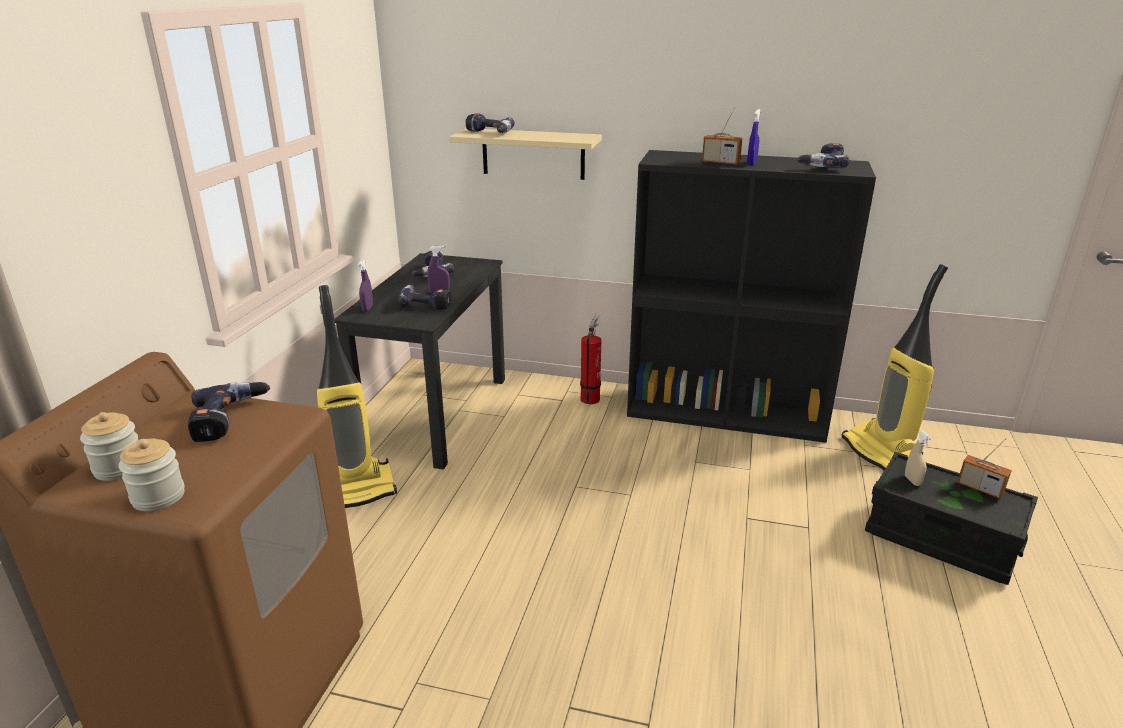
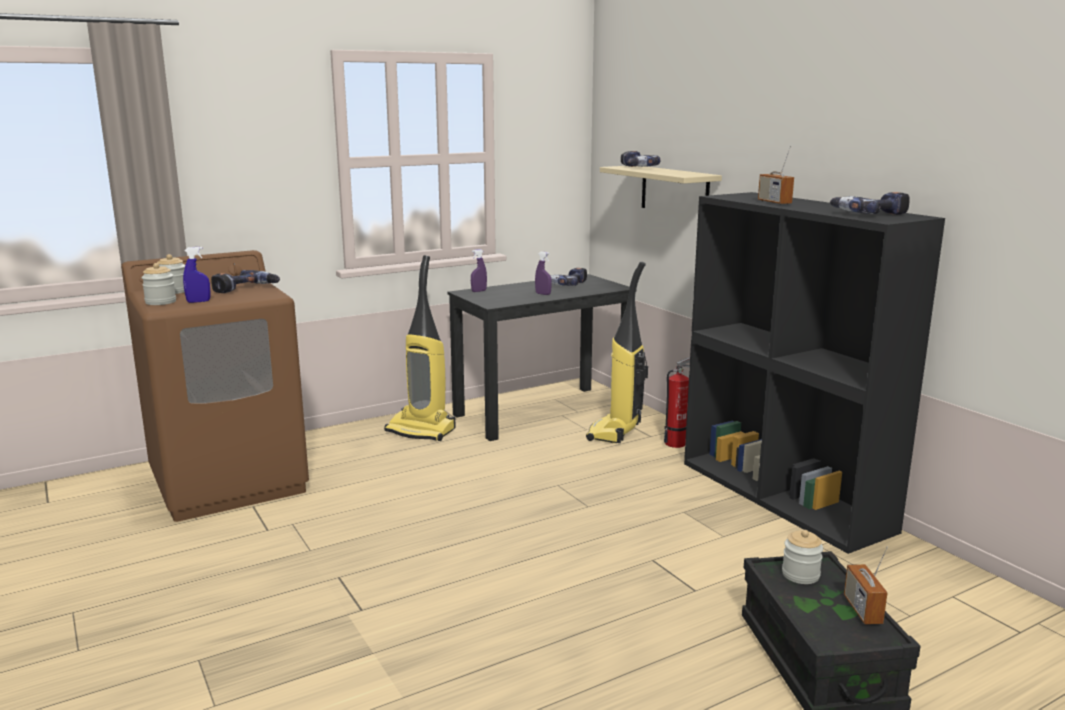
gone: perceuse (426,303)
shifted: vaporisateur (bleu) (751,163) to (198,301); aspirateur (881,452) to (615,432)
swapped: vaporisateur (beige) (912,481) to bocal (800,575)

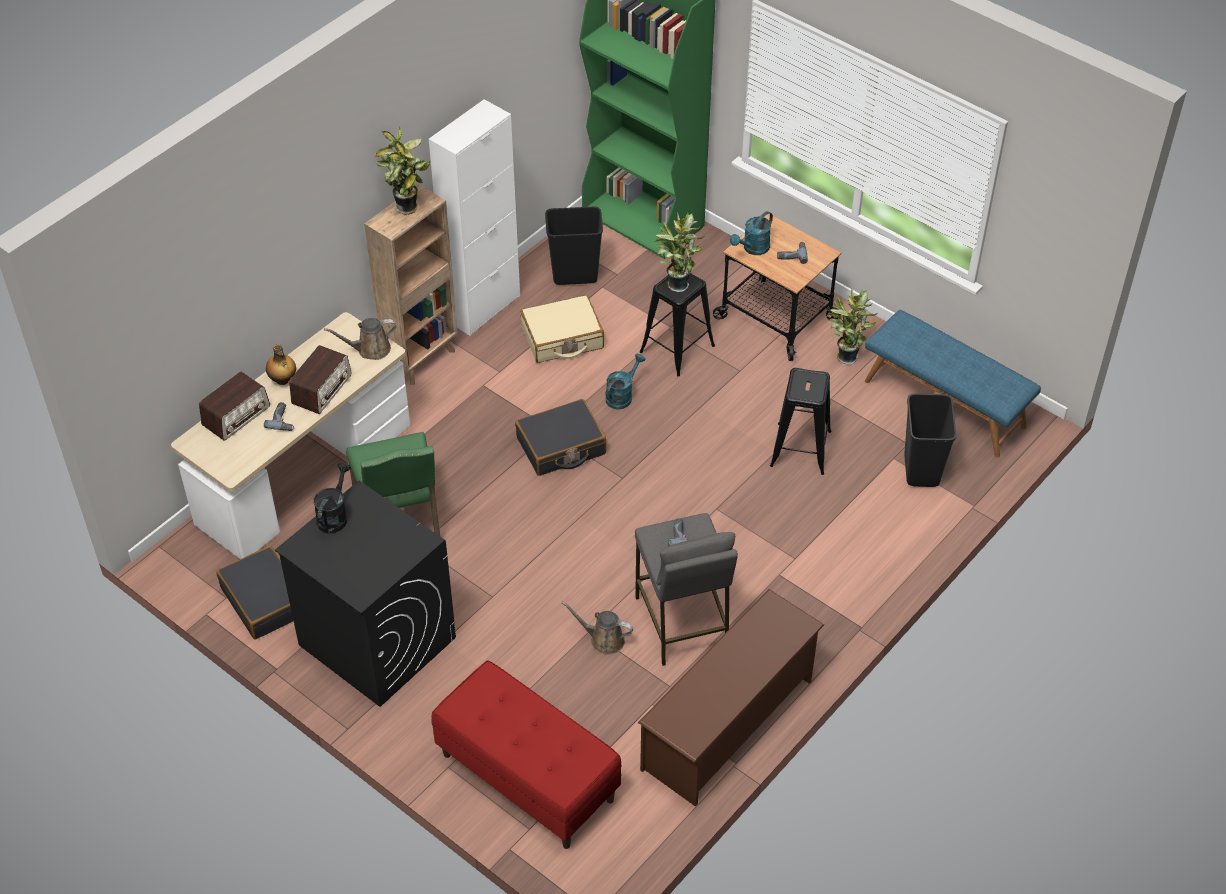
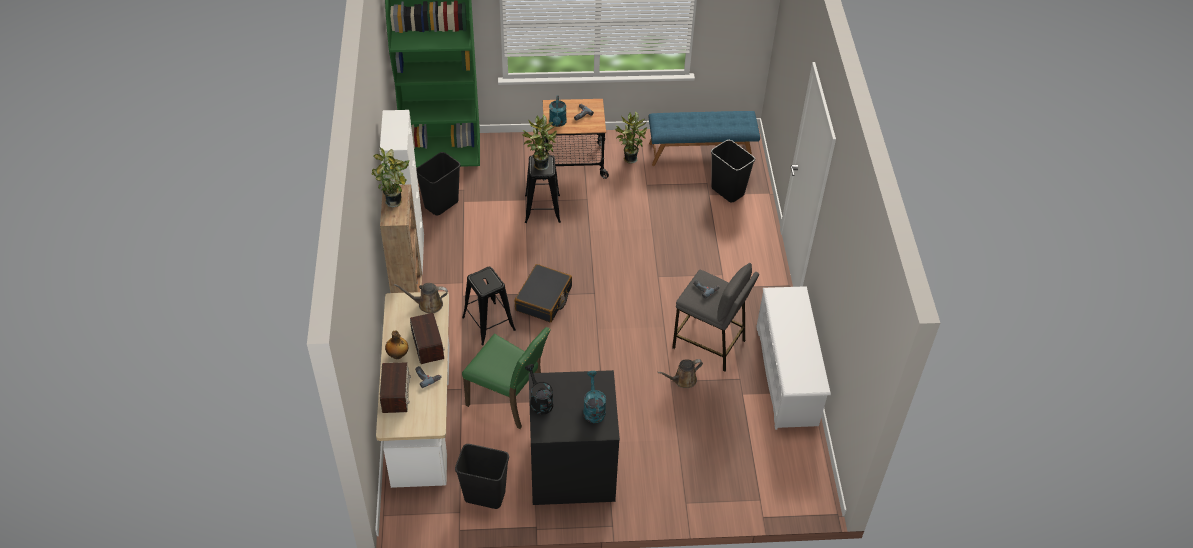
gone: banc (rouge) (527,777); valise (beige) (562,338)
shifted: arrosoir (turquoise) (622,395) to (593,409); tabouret (noir) (800,449) to (489,324)
swapped: valise (noir) (265,600) to poubelle (noir) (484,496)
repainted: étagère à chaussures (marron) (728,724) to étagère à chaussures (blanc) (787,376)
rotated: arrosoir (marron) (370,349) = (427,304) 60 degrees clockwise

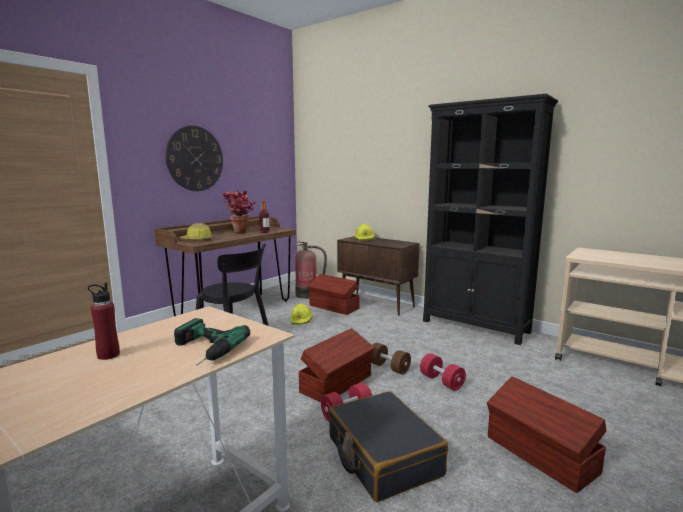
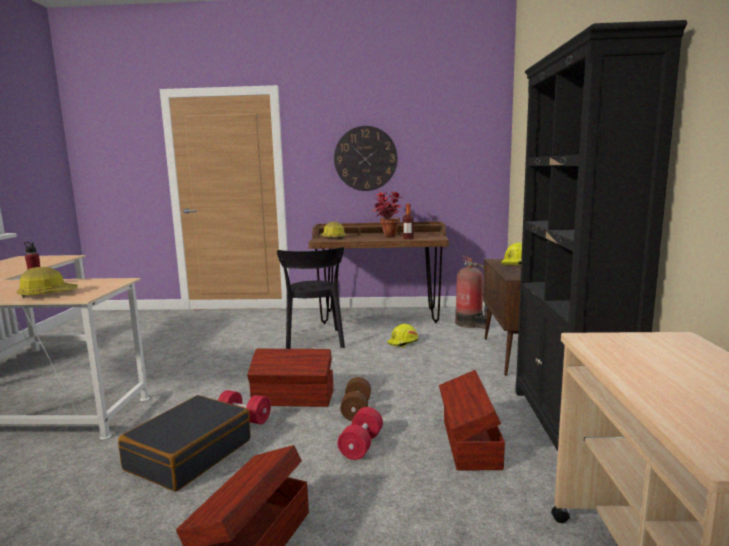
shifted: boîte de rangement (marron) (334,307) to (469,443)
swapped: perceuse (201,350) to casque de chantier (48,294)

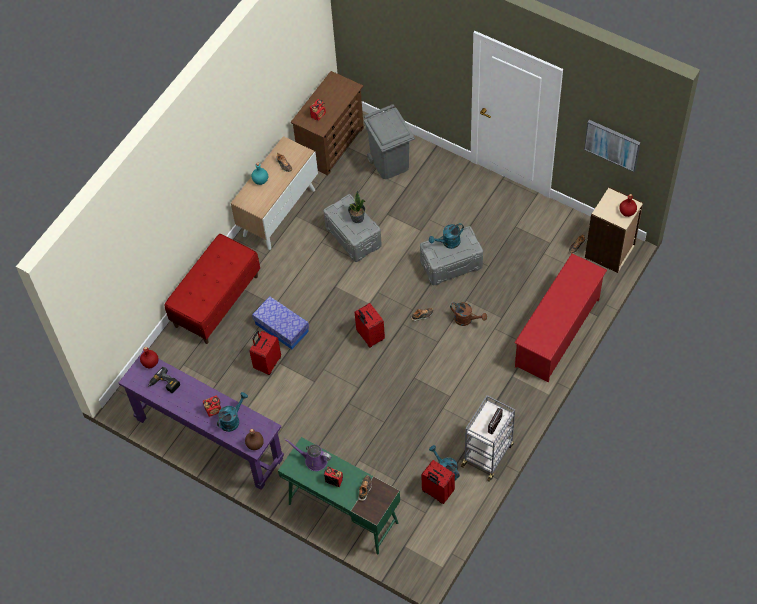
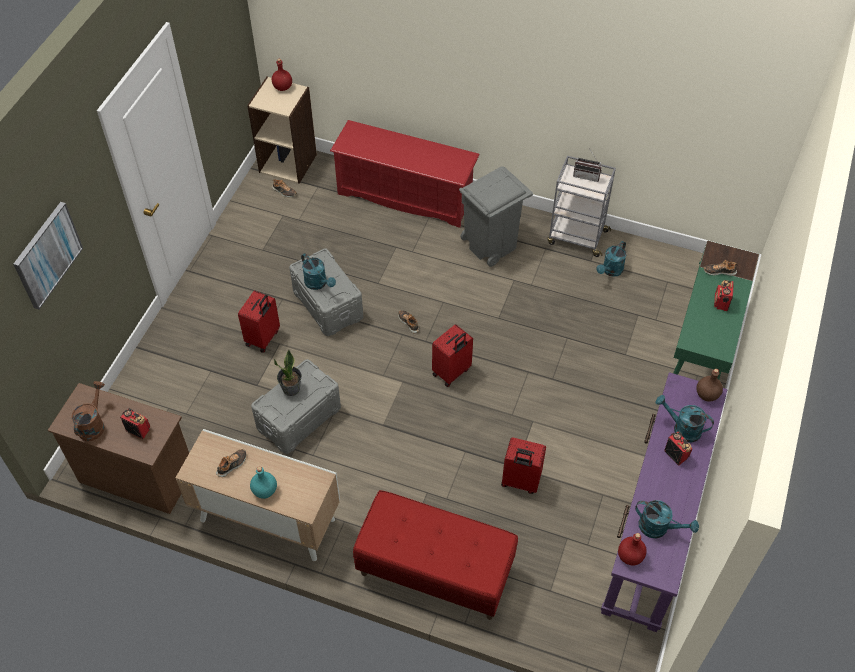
gone: boîte de rangement (281,328); arrosoir (violet) (313,460)
shifted: poubelle (gris) (390,163) to (491,244); valise (rouge) (437,492) to (263,338); arrosoir (marron) (466,319) to (93,424); tableau (612,144) to (47,255)
swapped: perceuse (164,384) to arrosoir (turquoise) (659,528)

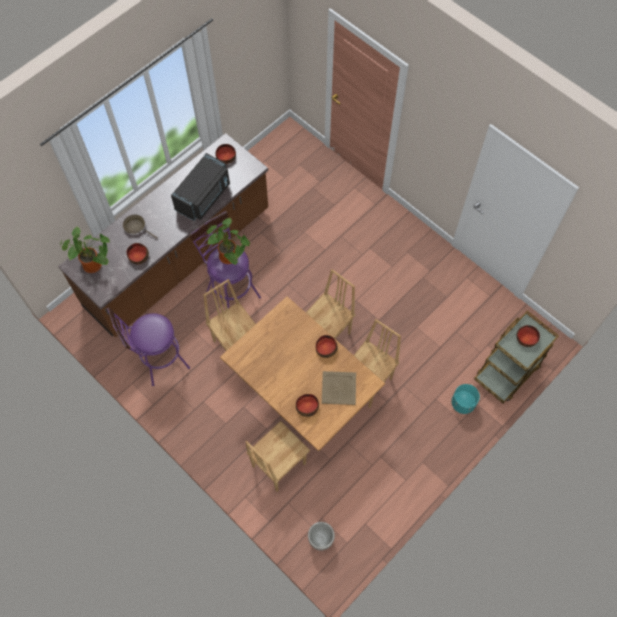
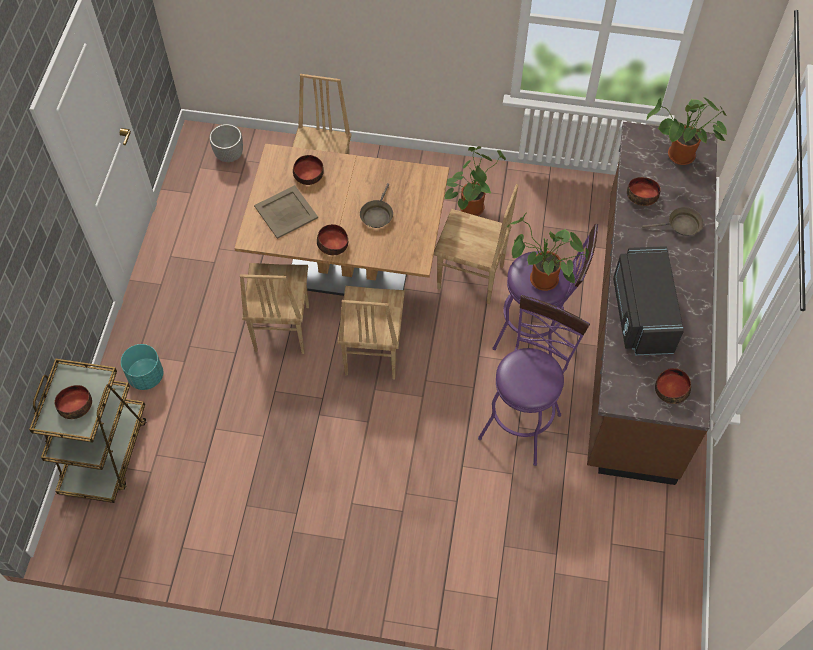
new: poêle (marron) (377,215); plante en pot (471,205)
shifted: tabouret (violet) (158,362) to (522,420)

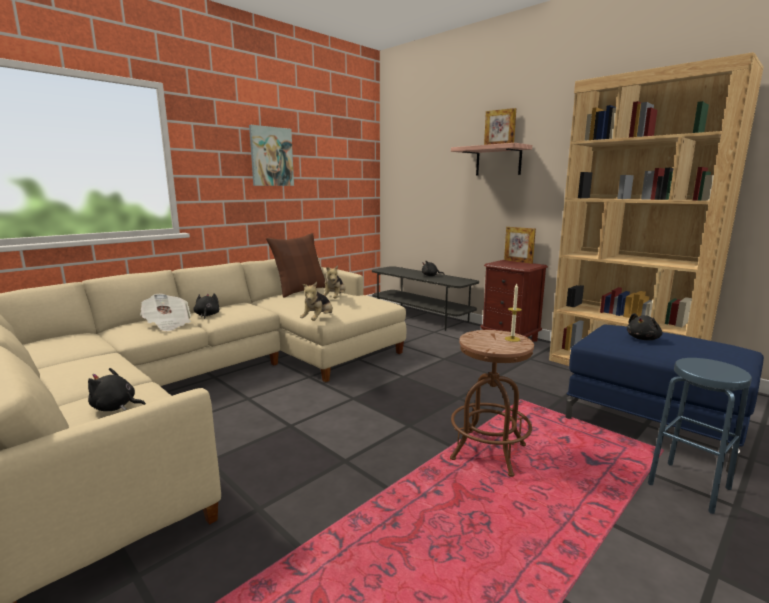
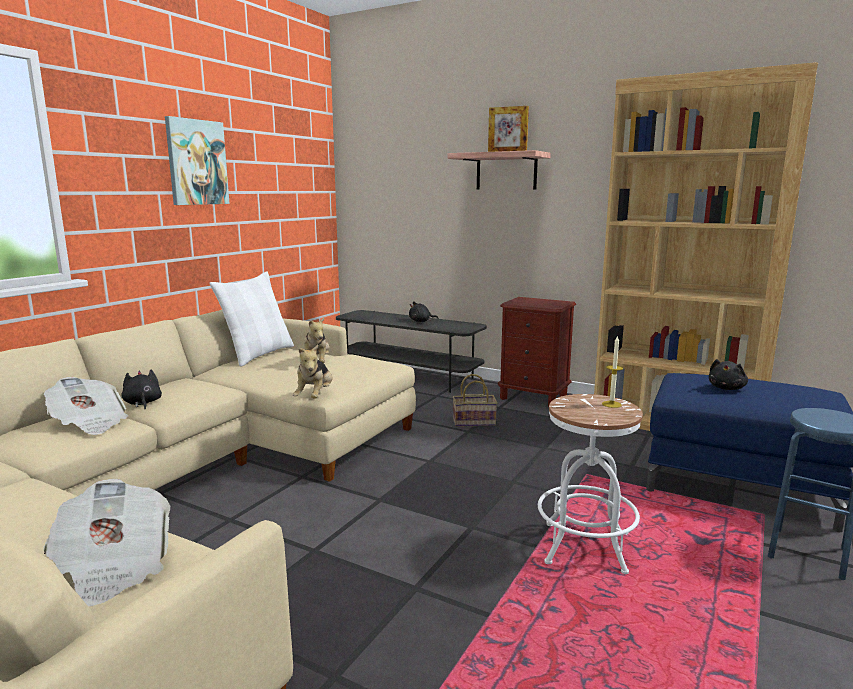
gone: cadre photo (518,261)
new: panier (475,421)
swapped: peluche (noir) (116,407) to journal (113,567)
repainted: coussin (marron) (300,291) to coussin (blanc) (258,354); tabouret (marron) (488,452) to tabouret (blanc) (584,547)

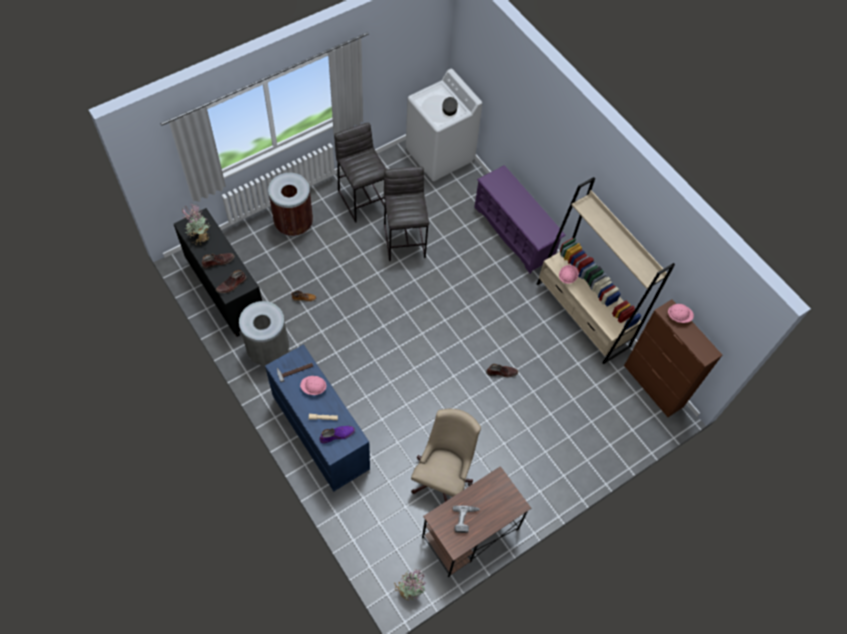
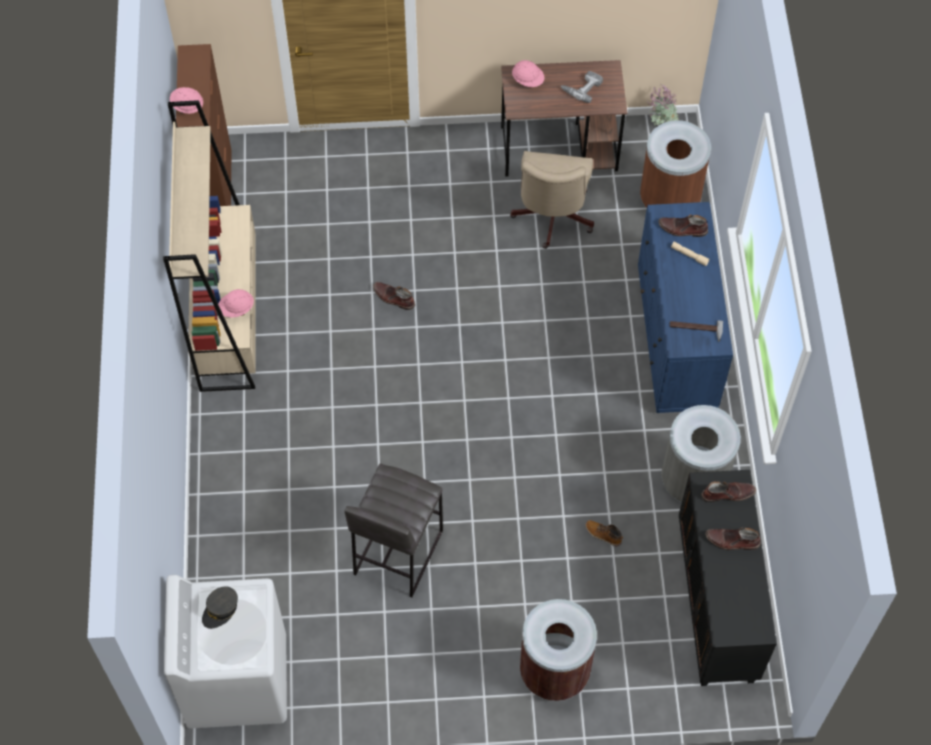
gone: plante en pot (200,237); tabouret (gris) (363,199); étagère à chaussures (violet) (514,233)
new: poubelle (marron) (669,200)
shifted: casque de chantier (rose) (313,388) to (528,80)
repainted: botte (violet) (337,434) to botte (marron) (682,229)
rotated: chaise de bureau (beige) (443,476) = (551,219) 45 degrees counterclockwise

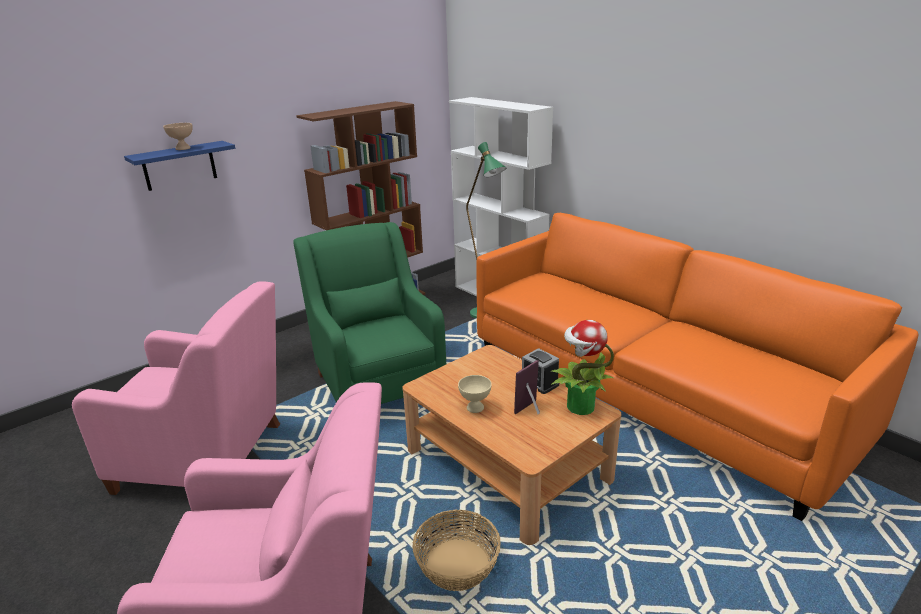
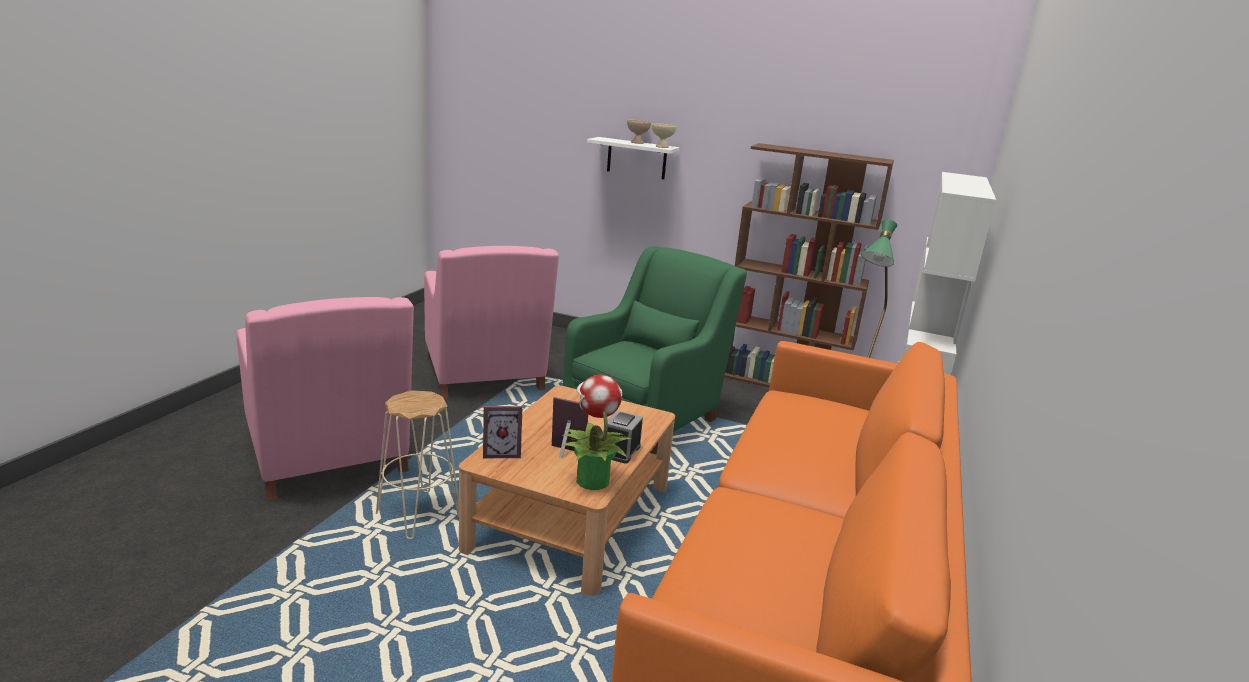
new: cadre photo (501,452)
shifted: bol (beige) (475,407) to (662,147)
swapped: panier (456,564) to tabouret (beige) (419,514)
repainted: étagère (bleu) (179,166) to étagère (blanc) (636,158)

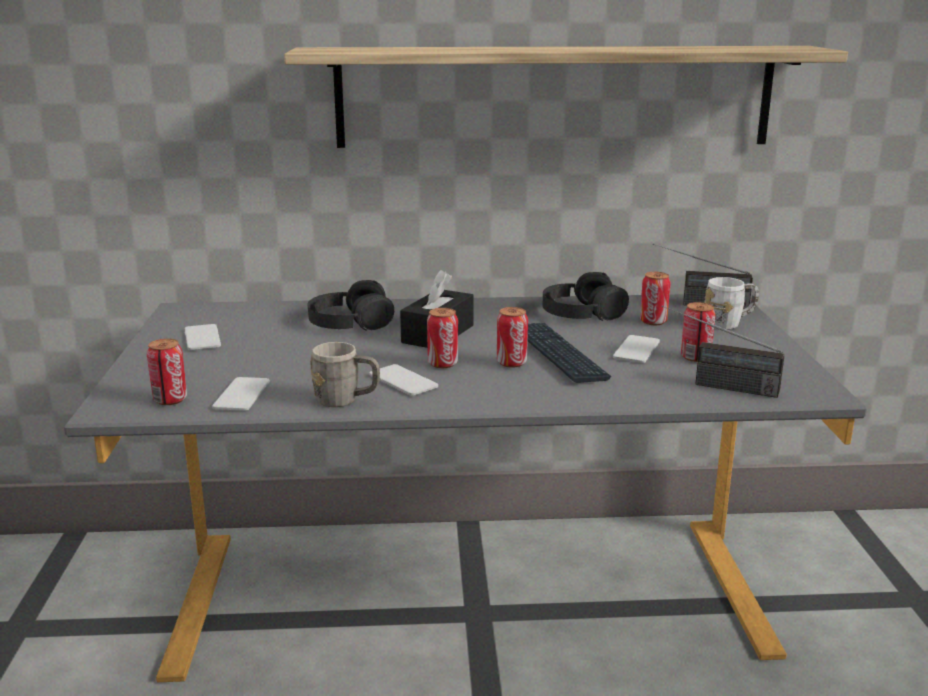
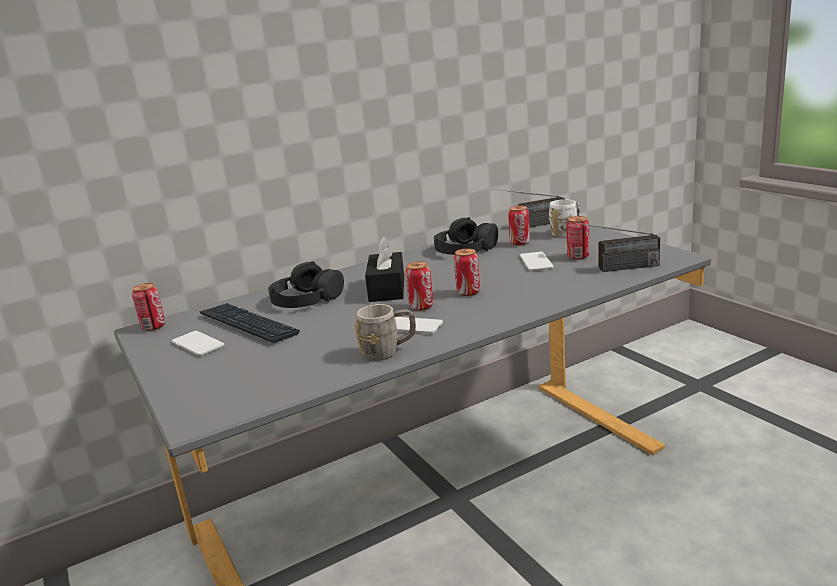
gone: téléphone (242,395); étagère (554,96)
shifted: boîte métallique (170,400) to (153,327); clavier (557,353) to (248,324)

